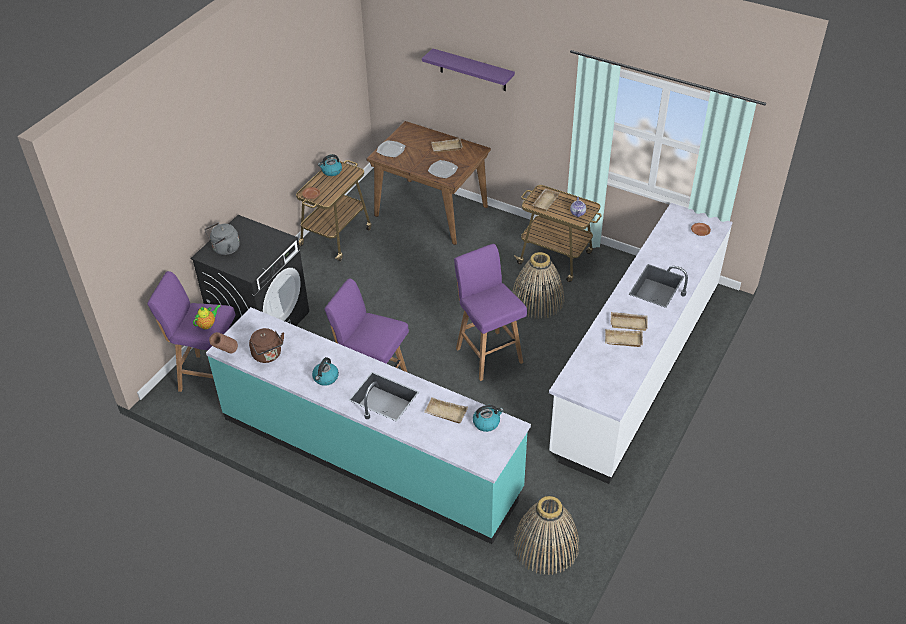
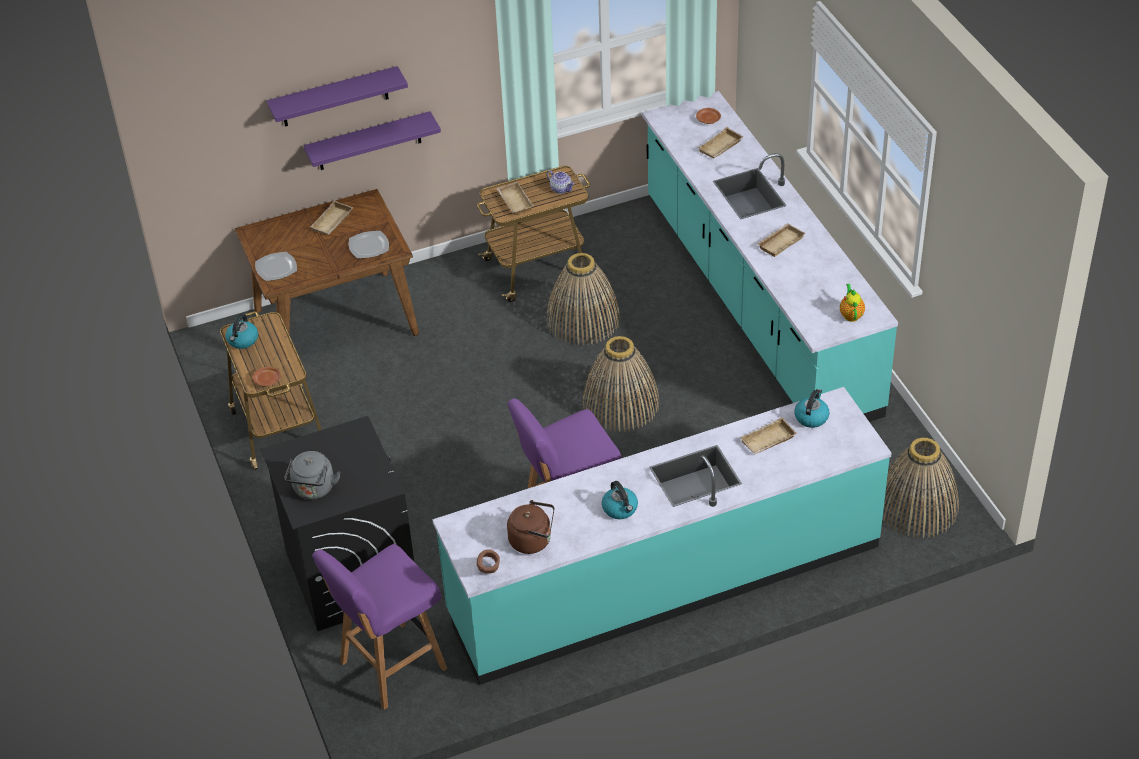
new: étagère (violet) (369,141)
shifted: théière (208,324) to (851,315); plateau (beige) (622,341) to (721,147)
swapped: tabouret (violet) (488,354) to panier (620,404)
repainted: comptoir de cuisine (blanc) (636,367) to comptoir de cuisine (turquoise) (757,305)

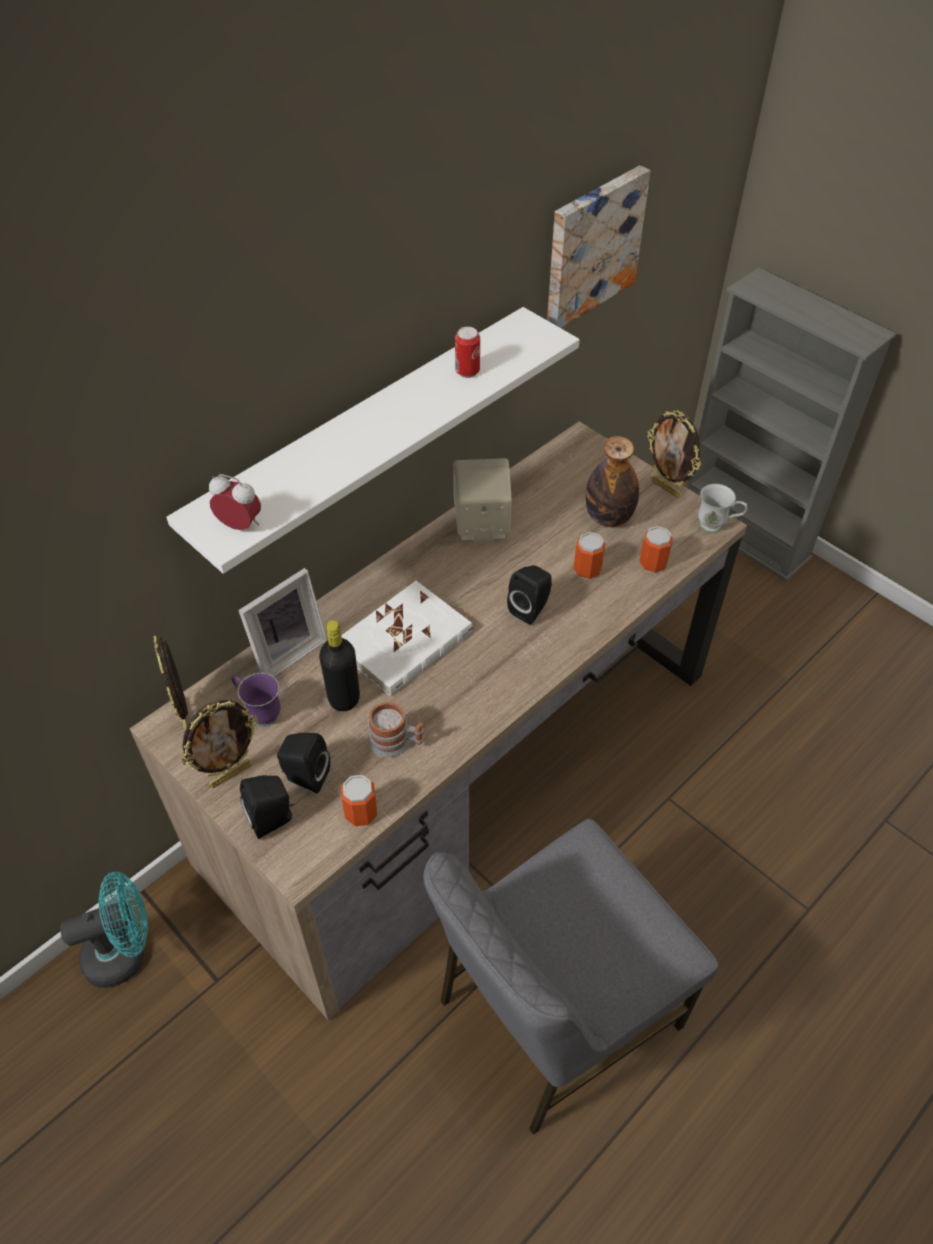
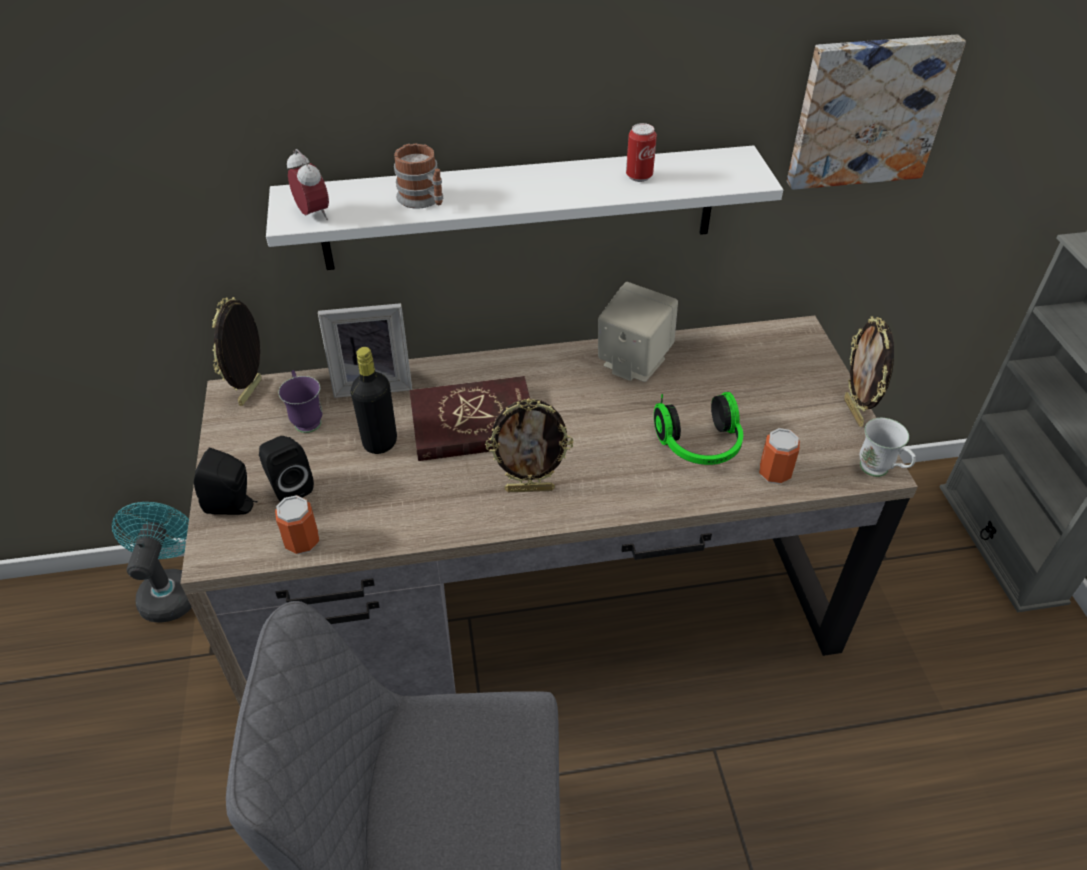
gone: enceinte (noir) (531,609); bouteille (608,517)
shifted: cadre photo (230,774) to (530,489); mug (396,742) to (424,200)
swapped: boîte métallique (587,570) to casque audio (700,446)
repainted: livre (blanc) (404,641) to livre (rouge) (473,423)
rotated: ventilateur (turquoise) (125,953) = (171,590) 105 degrees counterclockwise

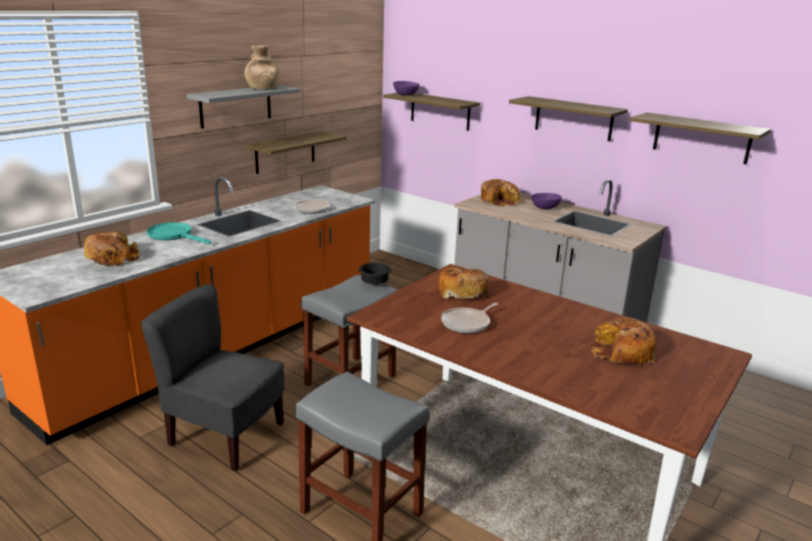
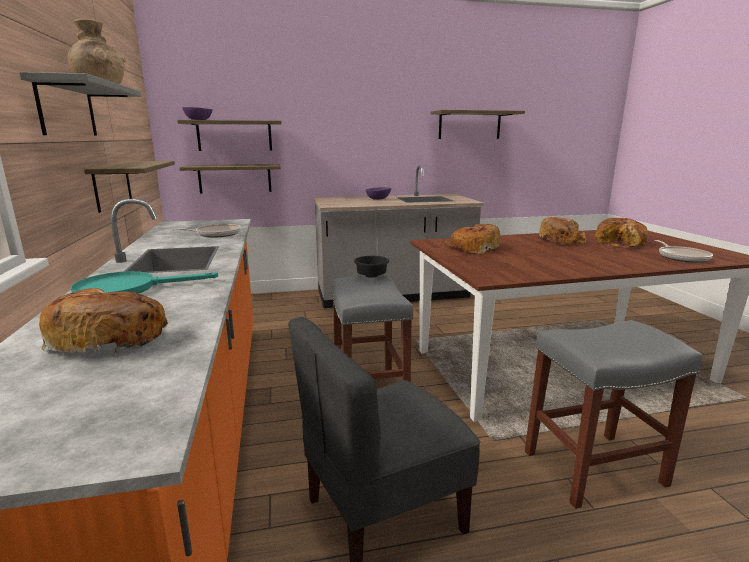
shifted: poêle (467,323) to (682,257); pain (500,200) to (562,240); étagère (573,118) to (235,178)

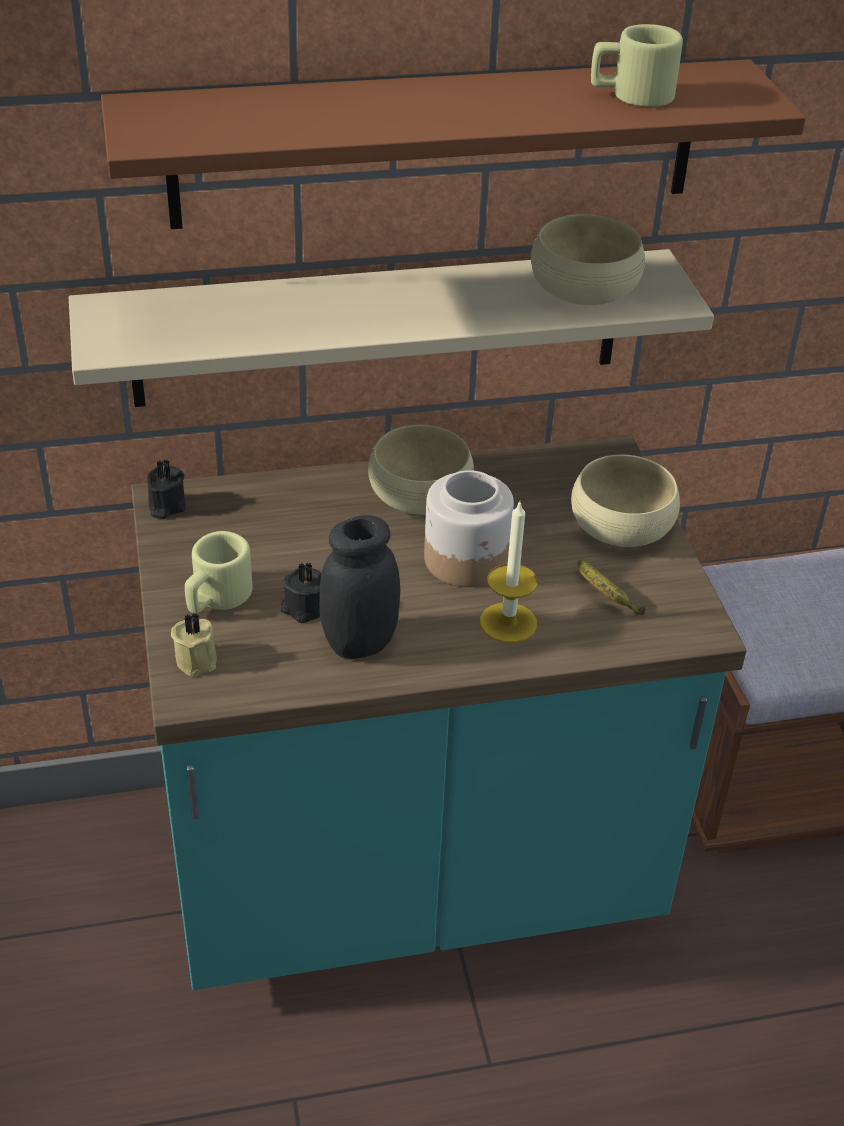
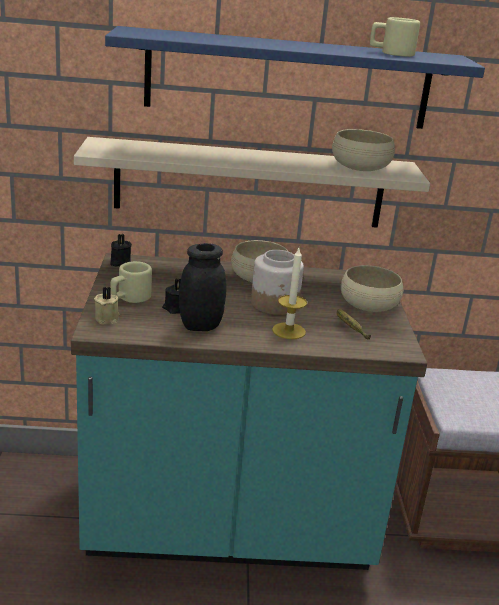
repainted: étagère (marron) (436,144) to étagère (bleu) (288,79)

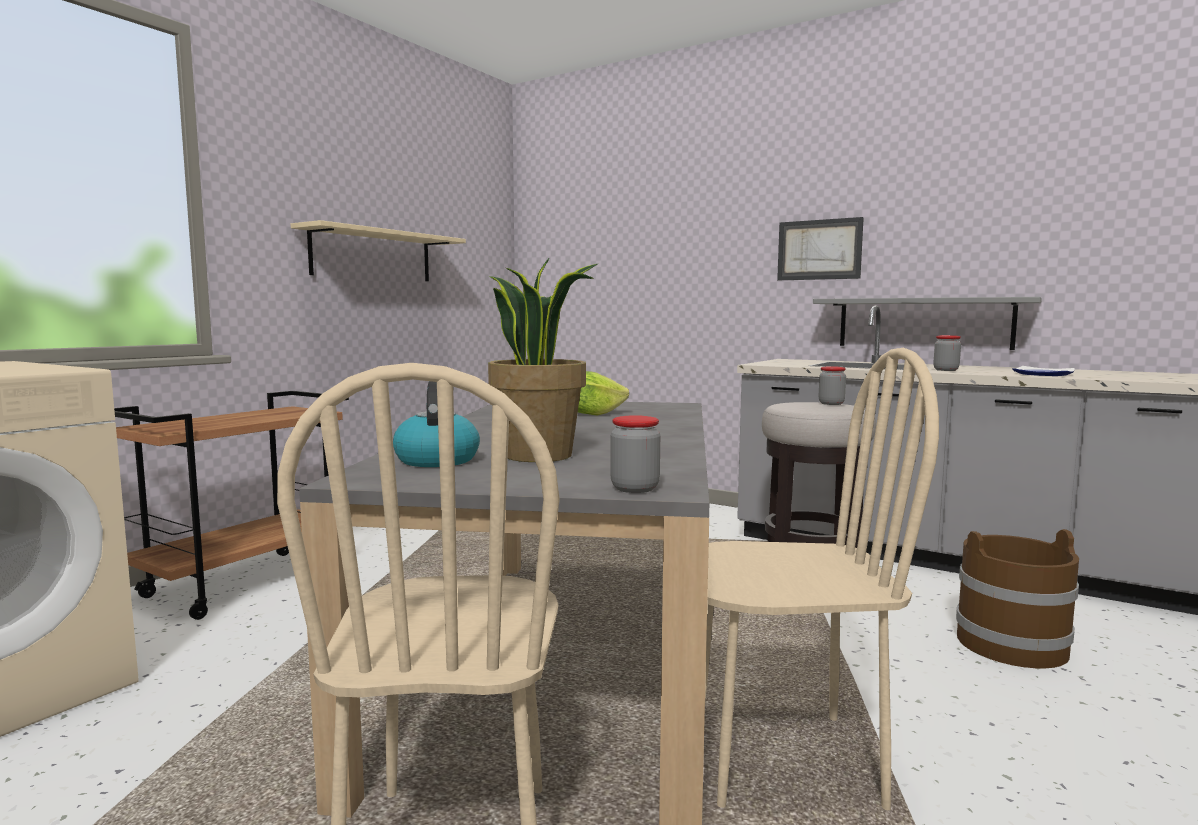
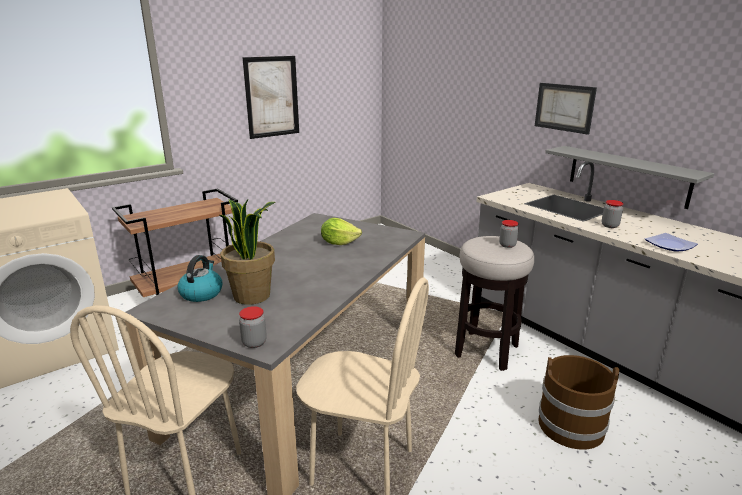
swapped: étagère (beige) (372,255) to tableau (272,97)

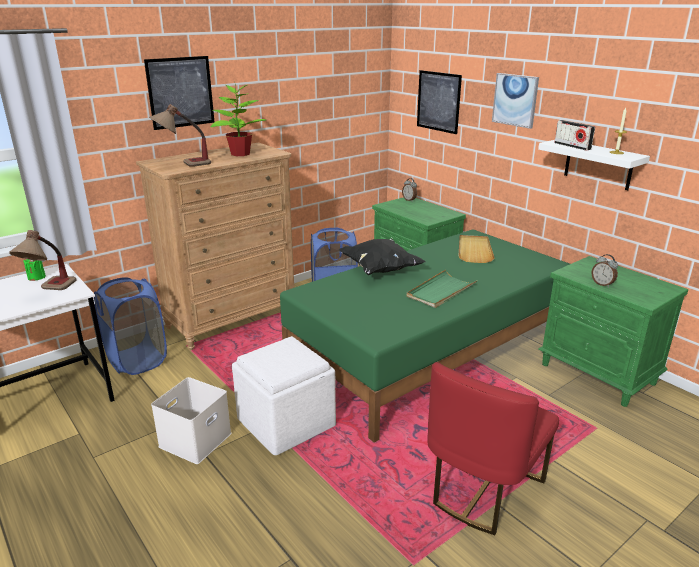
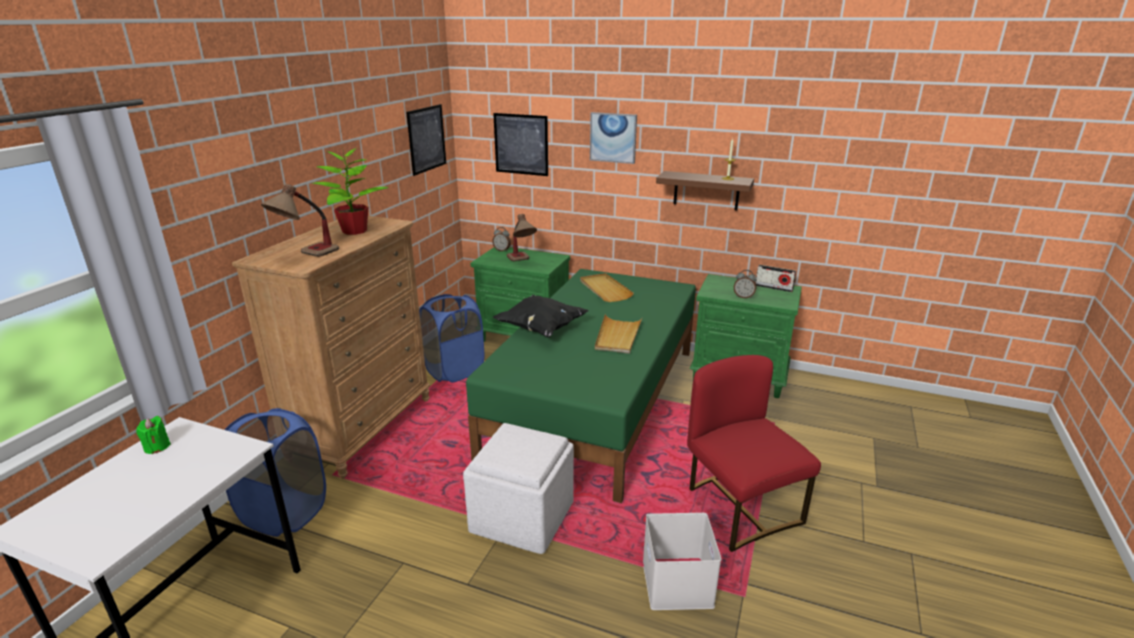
shifted: lampe de table (50,291) to (522,261); tableau (180,92) to (426,139); boîte de rangement (blanc) (195,439) to (675,582); radio (572,146) to (773,287)
repainted: plateau (vert) (441,291) to plateau (beige) (617,336); étagère (blanc) (598,164) to étagère (marron) (706,190)
rotated: chaise (rouge) (482,489) = (739,508) 150 degrees clockwise

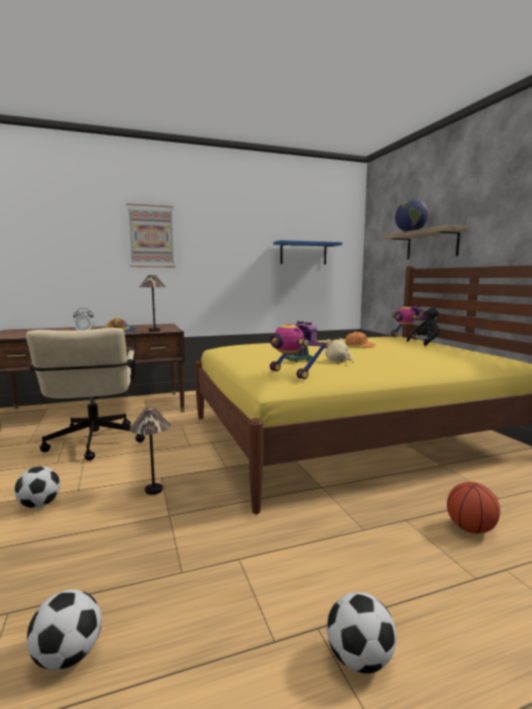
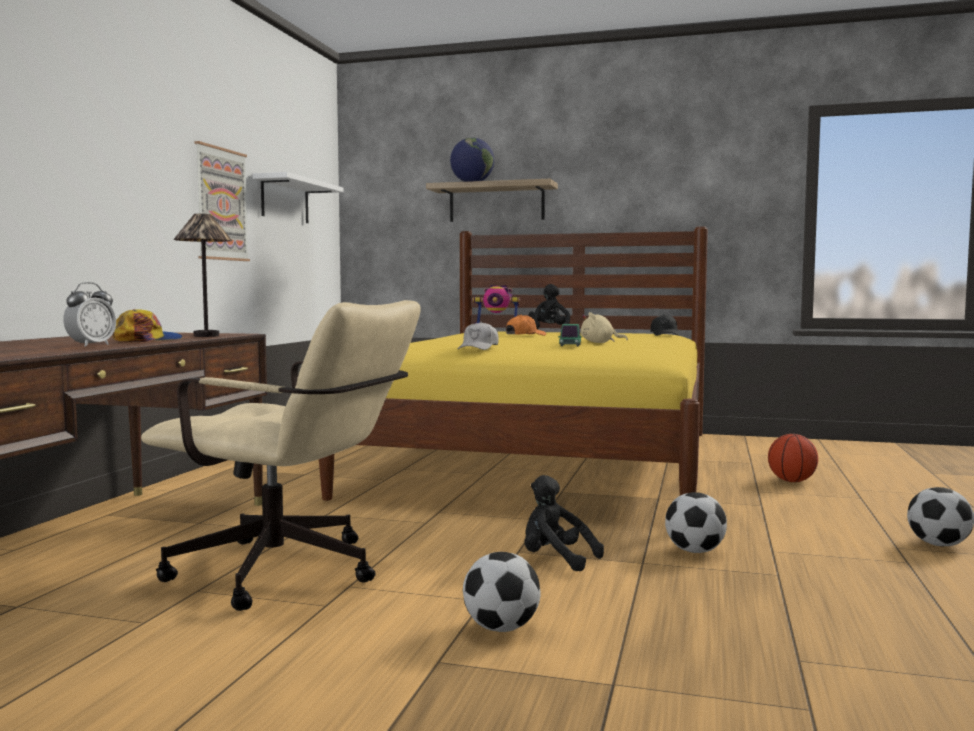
gone: robot jouet (293,373)
new: casquette (blanc) (478,348); casquette (noir) (664,334)
shifted: ballon de foot (68,656) to (694,551); tableau (151,236) to (221,204)
swapped: lampe de table (154,490) to peluche (noir) (556,560)
repainted: étagère (bleu) (303,253) to étagère (blanc) (285,200)

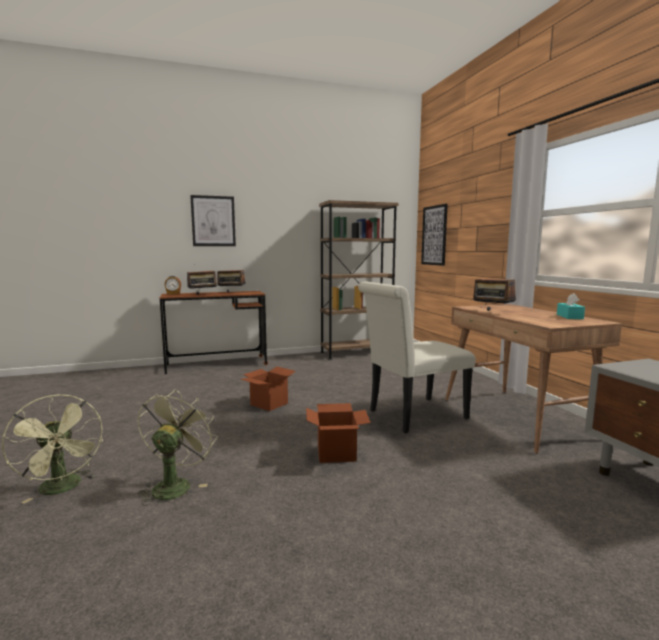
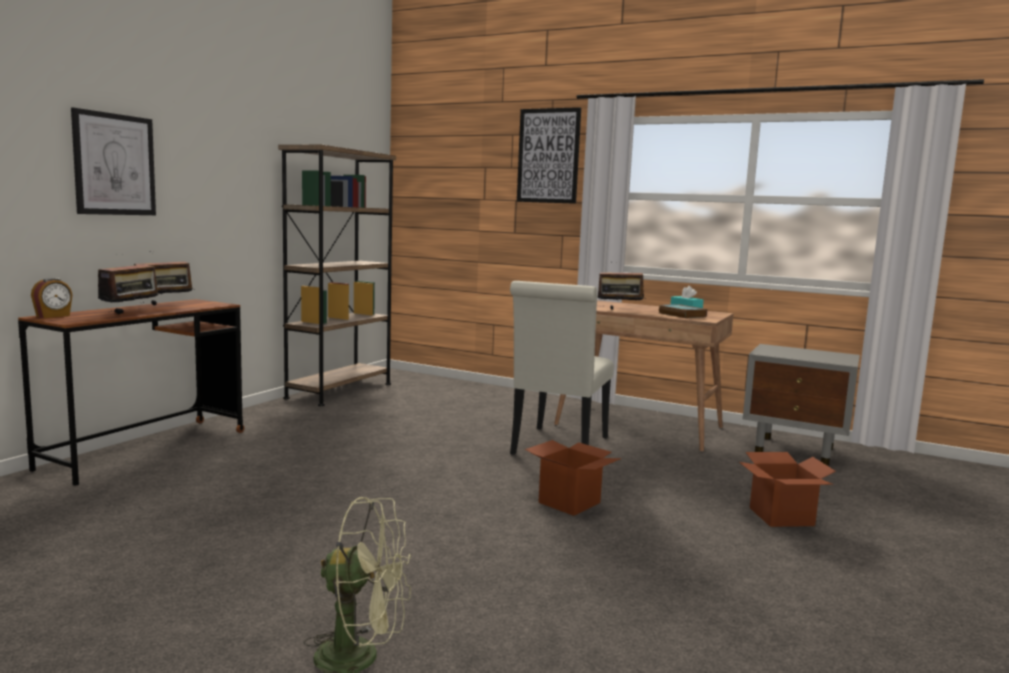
gone: ventilateur (vert) (174,485)
new: livre (681,315)
shifted: carton (269,404) to (781,516); tableau (434,235) to (548,156)

